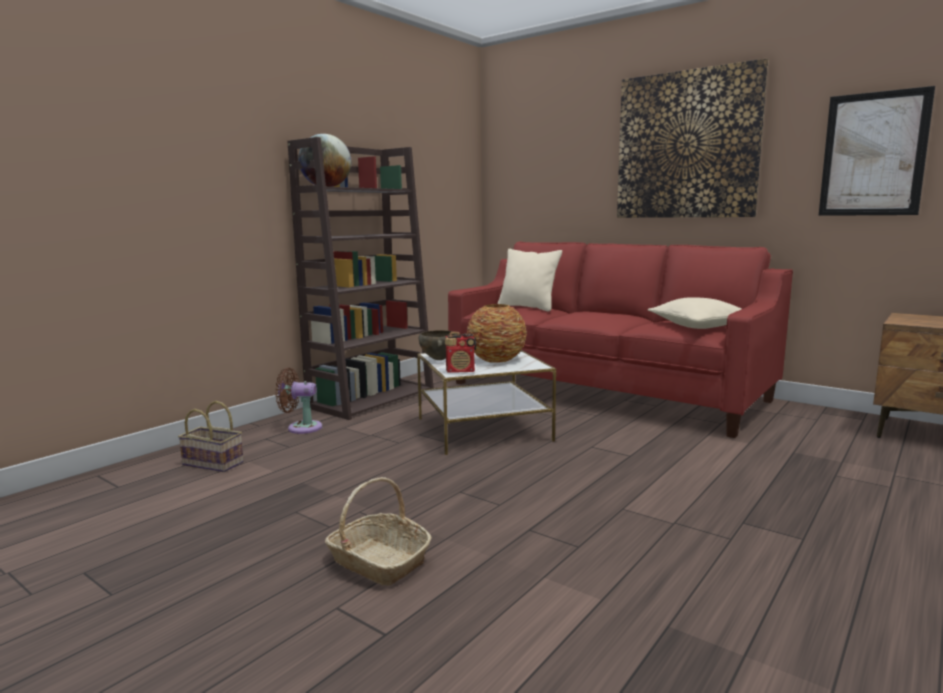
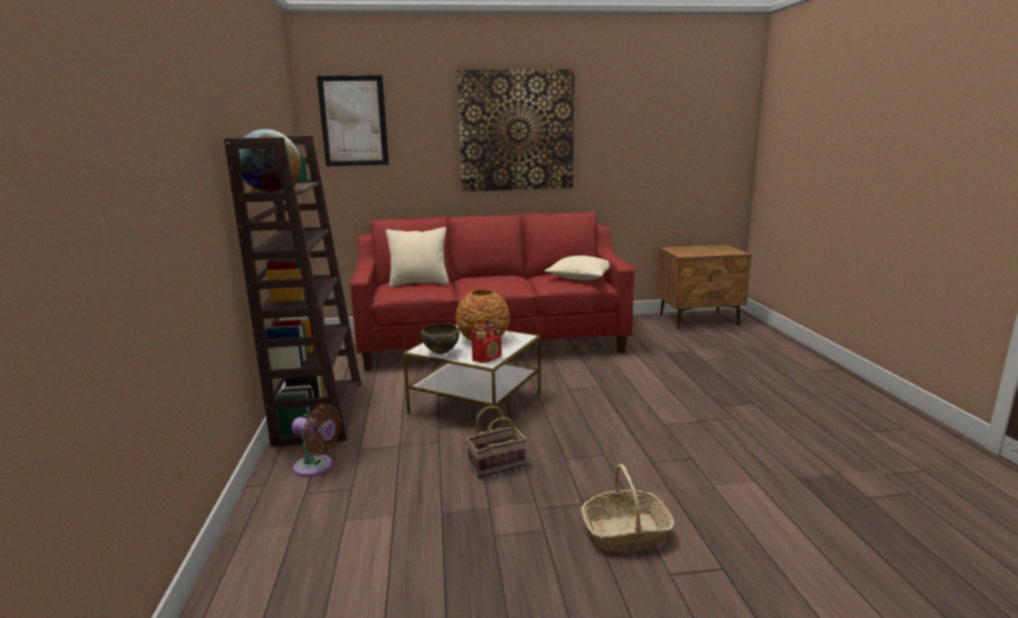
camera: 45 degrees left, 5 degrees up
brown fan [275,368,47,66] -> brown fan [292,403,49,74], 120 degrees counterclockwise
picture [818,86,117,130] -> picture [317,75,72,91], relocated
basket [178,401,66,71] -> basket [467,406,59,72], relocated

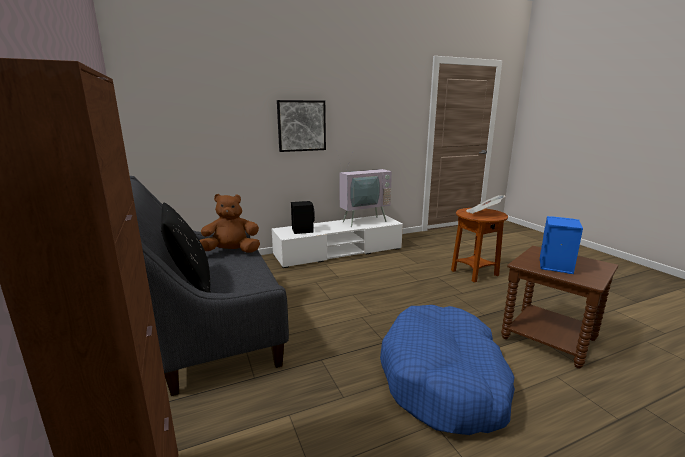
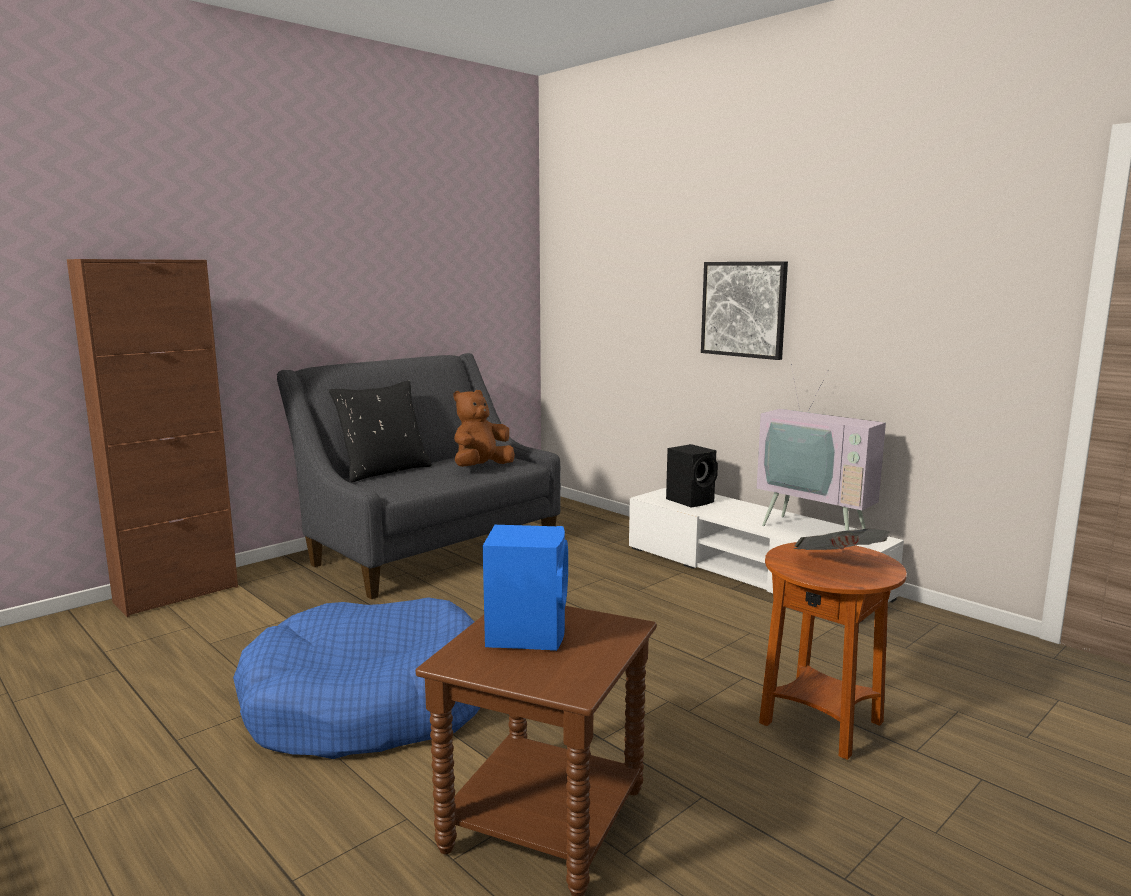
camera: 70 degrees right, 5 degrees down
brown plush toy [199,194,61,59] -> brown plush toy [454,390,61,77], 105 degrees counterclockwise

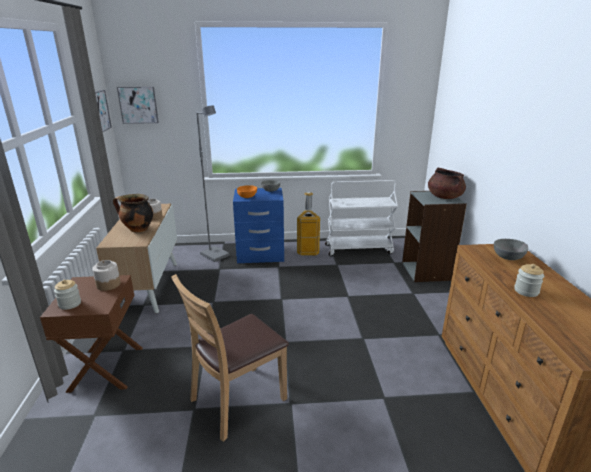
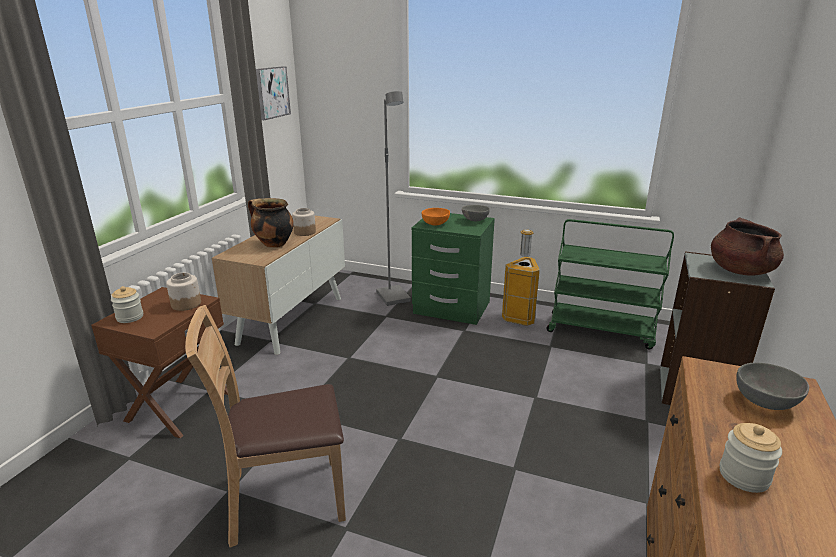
camera: 25 degrees right, 0 degrees up
blue nightstand [233,188,51,75] -> green nightstand [412,213,83,112]
white cart [325,180,73,76] -> green cart [547,219,127,130]
picture [117,87,42,37] -> none

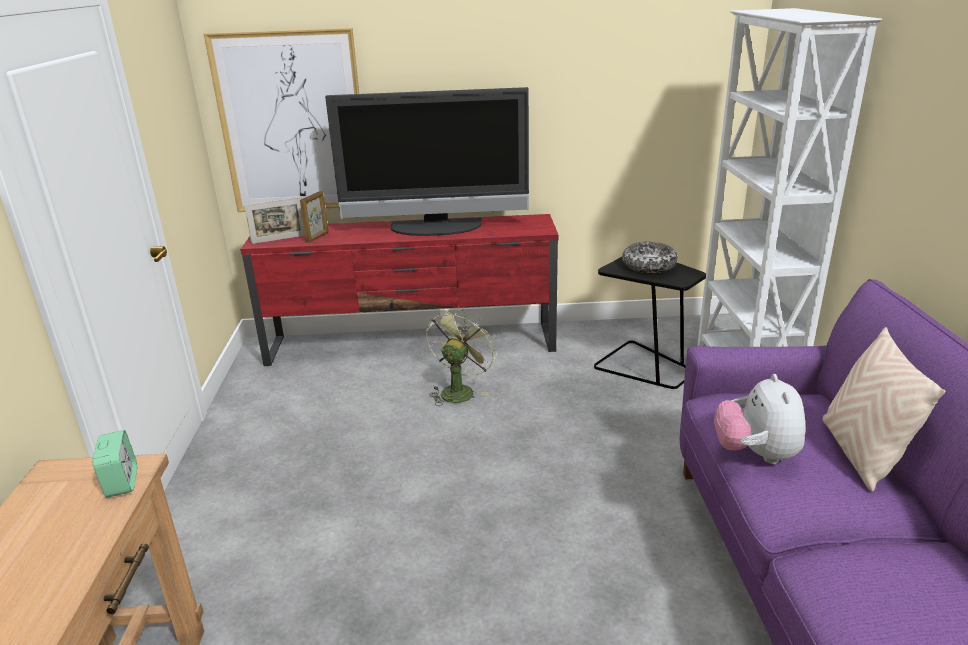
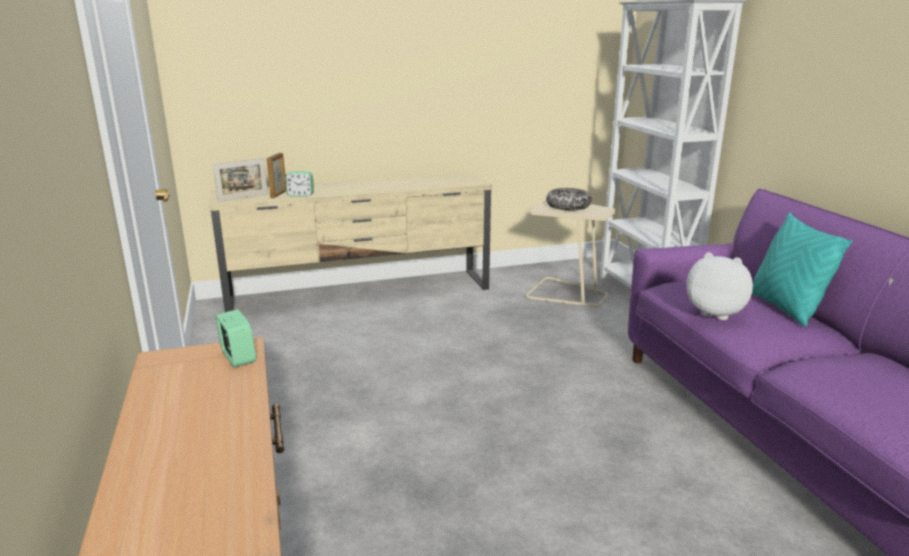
camera: 15 degrees left, 5 degrees down
red tv stand [240,214,319,152] -> beige tv stand [209,173,283,139]
none -> alarm clock [285,171,29,26]
black side table [594,257,112,132] -> beige side table [526,200,90,107]
plush toy [714,374,91,90] -> plush toy [686,252,67,68], 135 degrees clockwise
beige pillow [823,327,122,165] -> turquoise pillow [752,212,101,115]
picture [204,28,155,184] -> none
television [325,87,204,149] -> none
green fan [426,308,72,98] -> none

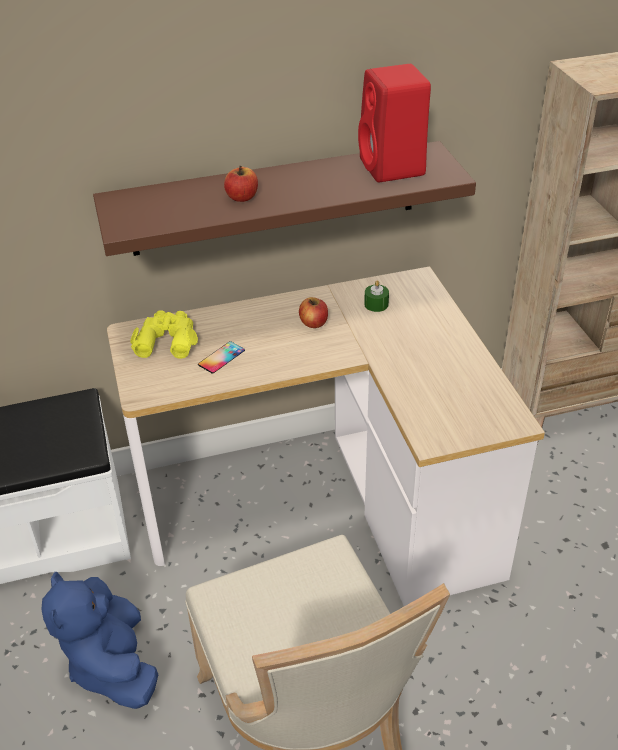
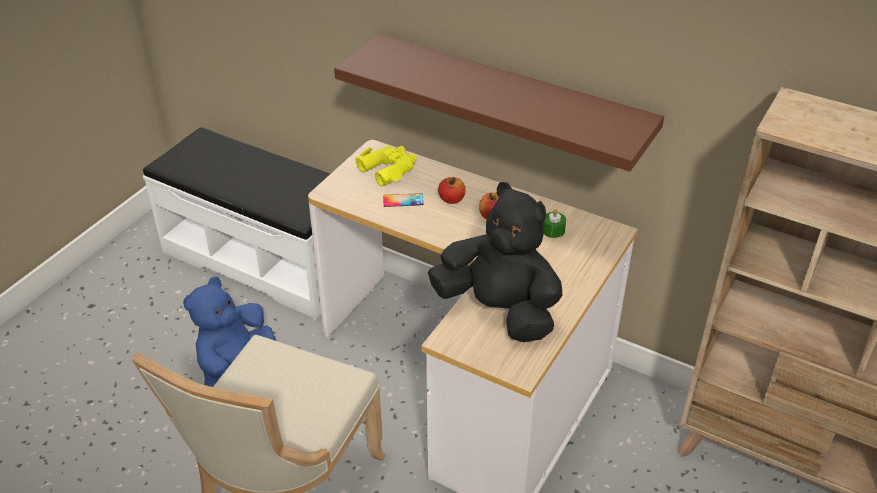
camera: 45 degrees right, 0 degrees up
none -> black plush toy [428,182,134,160]
apple [224,166,34,36] -> apple [438,177,28,27], relocated
red speaker [358,64,73,118] -> none

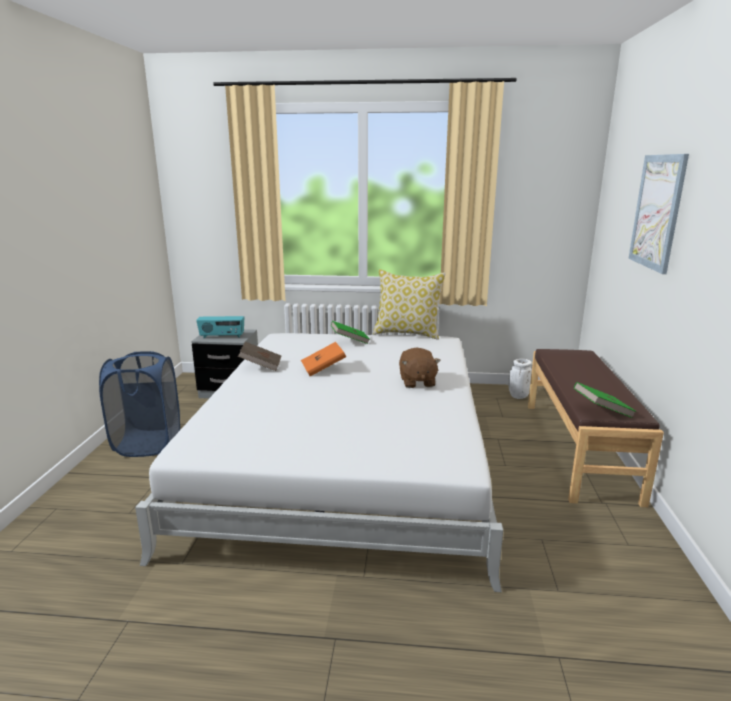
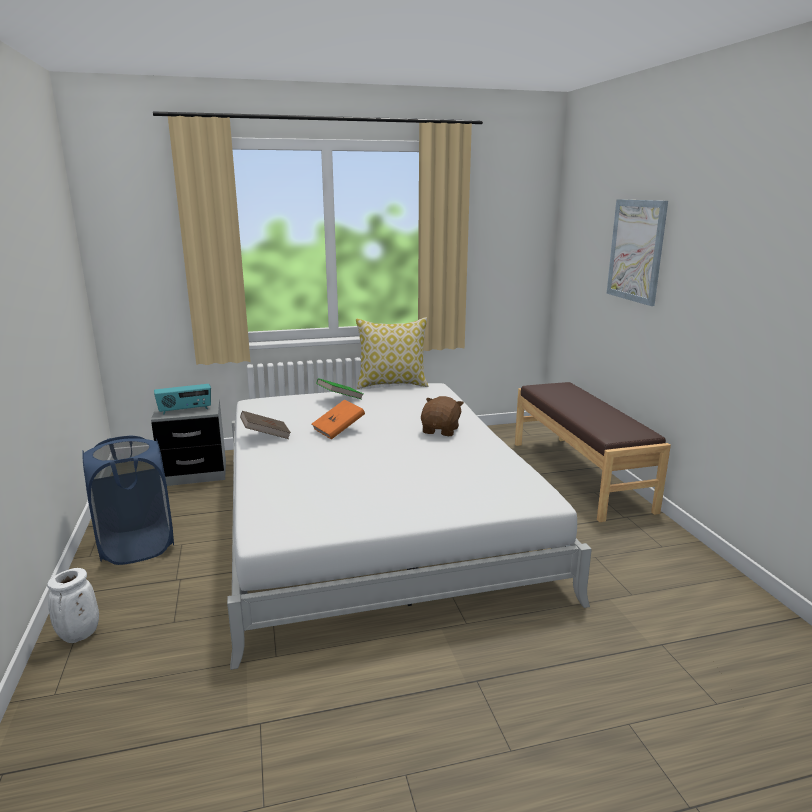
camera: 20 degrees left, 0 degrees up
white vase [508,359,24,40] -> white vase [47,568,52,75], relocated
brown plush toy [399,347,42,41] -> brown plush toy [421,396,43,40], 135 degrees counterclockwise
green book [574,382,63,36] -> none

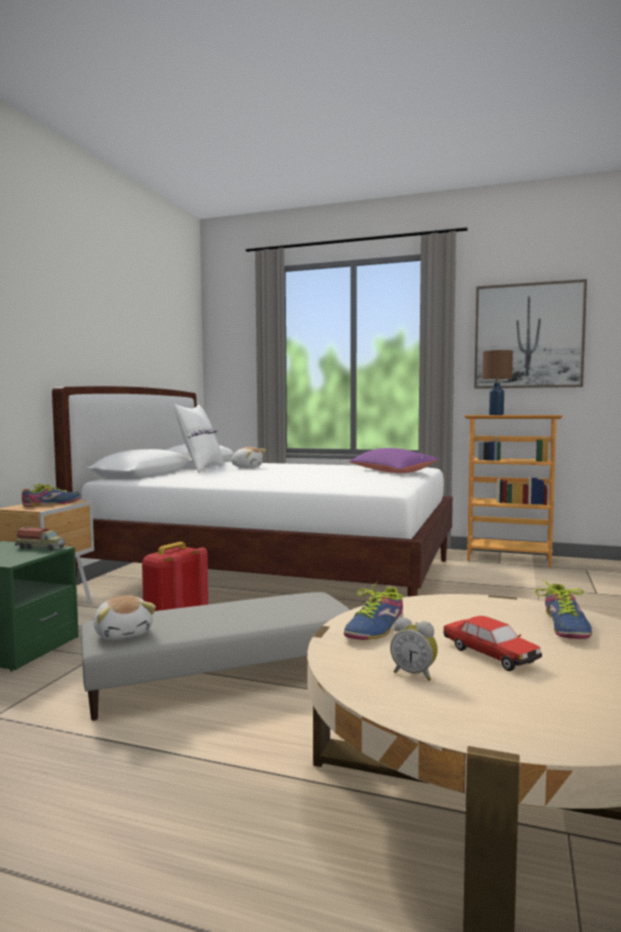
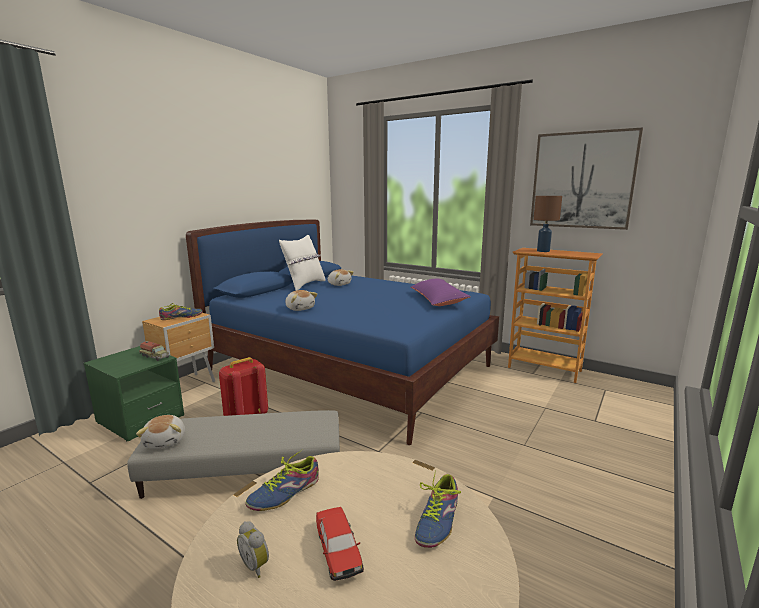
camera: 15 degrees right, 10 degrees up
white bed [52,386,401,211] -> blue bed [186,219,313,226]
none -> plush toy [285,290,32,21]

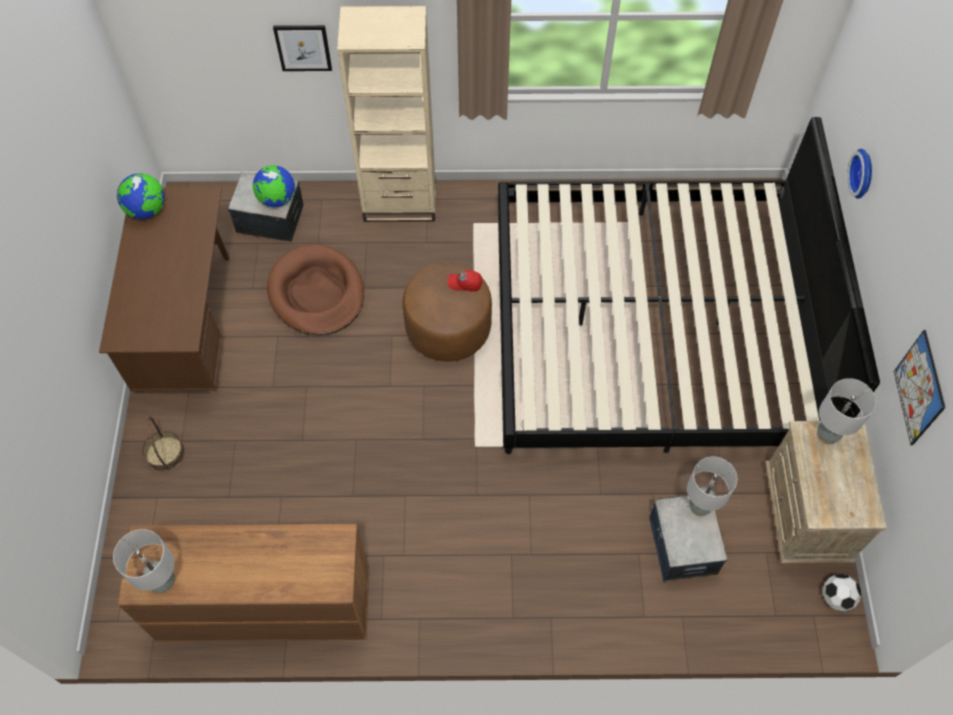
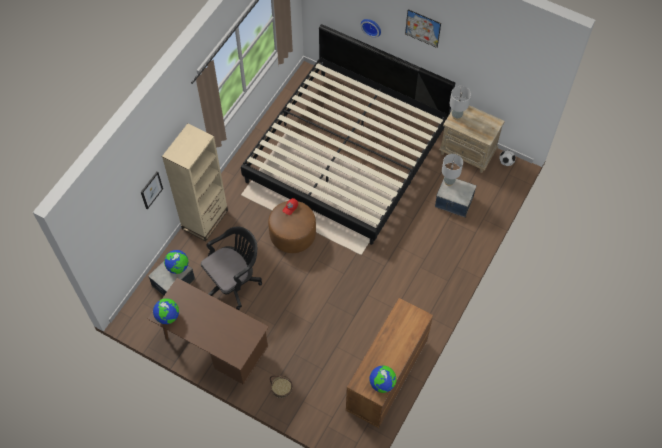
camera: 60 degrees left, 0 degrees up
brown dog bed [267,244,97,91] -> black office chair [201,227,61,83]
grey table lamp [113,529,62,64] -> globe [369,366,27,27]
picture [894,330,52,115] -> picture [405,9,36,39], relocated

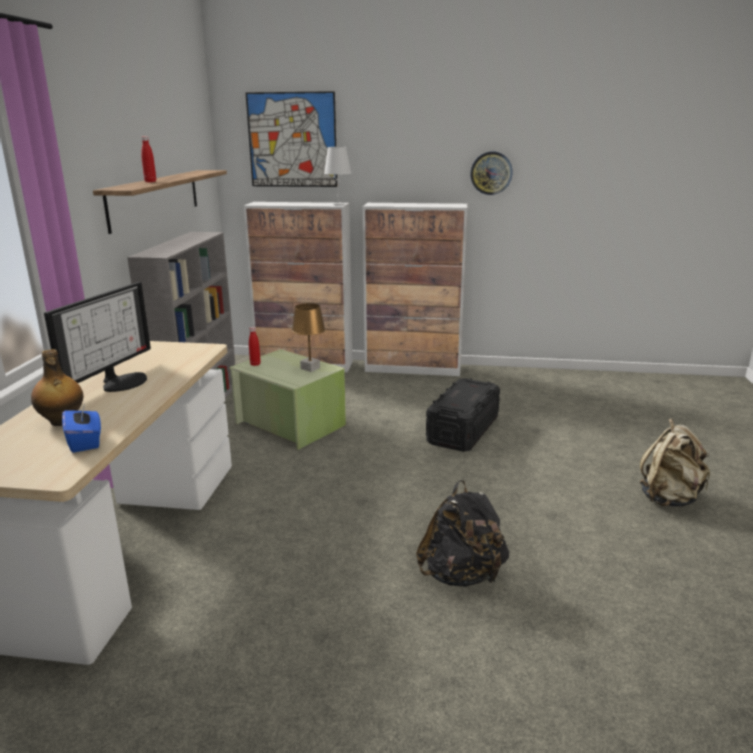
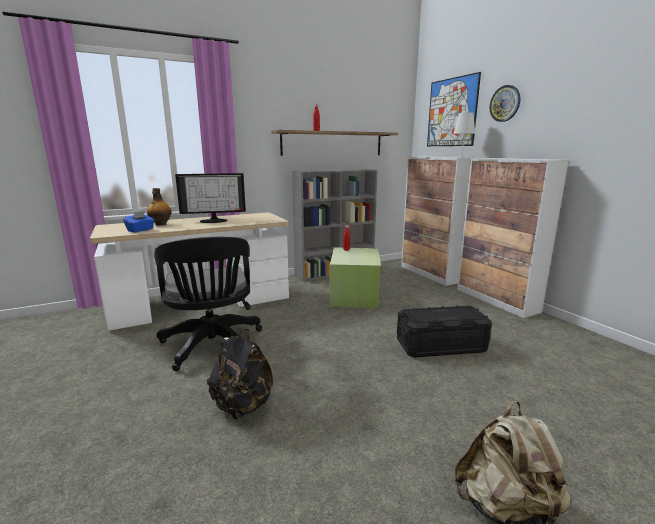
camera: 55 degrees right, 5 degrees down
none -> black office chair [154,237,108,134]
wall clock [470,152,43,43] -> wall clock [490,85,31,37], relocated
brown table lamp [292,303,33,69] -> none

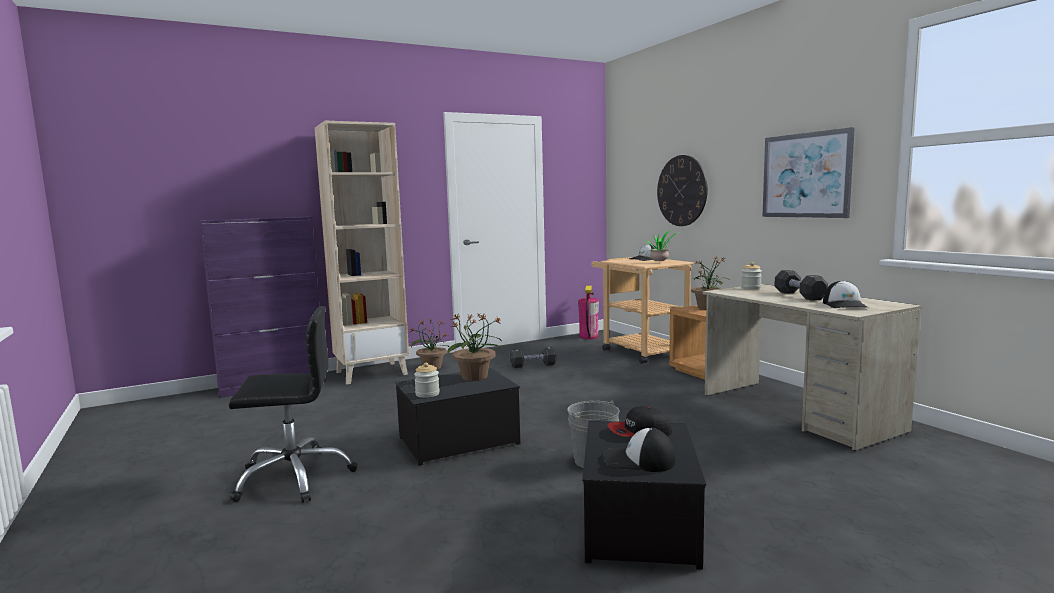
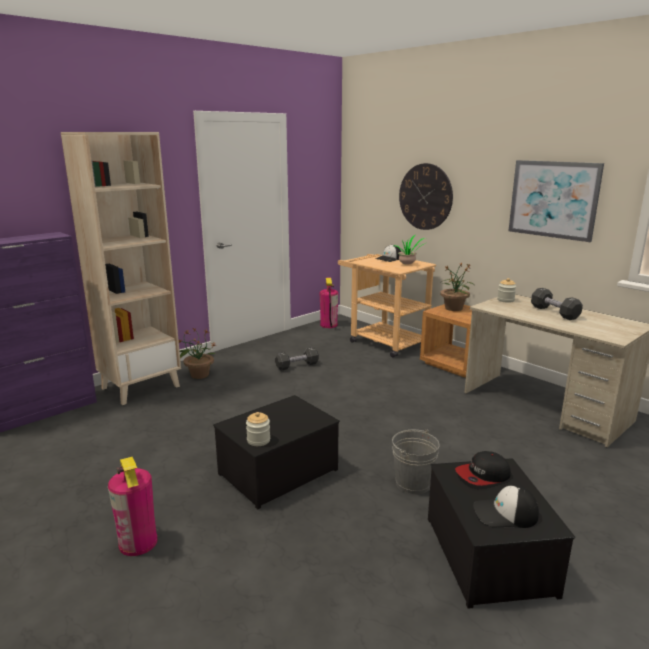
camera: 15 degrees left, 10 degrees up
black office chair [229,306,128,197] -> fire extinguisher [108,457,50,99]
potted plant [447,313,55,68] -> none
cap [823,280,46,28] -> none

